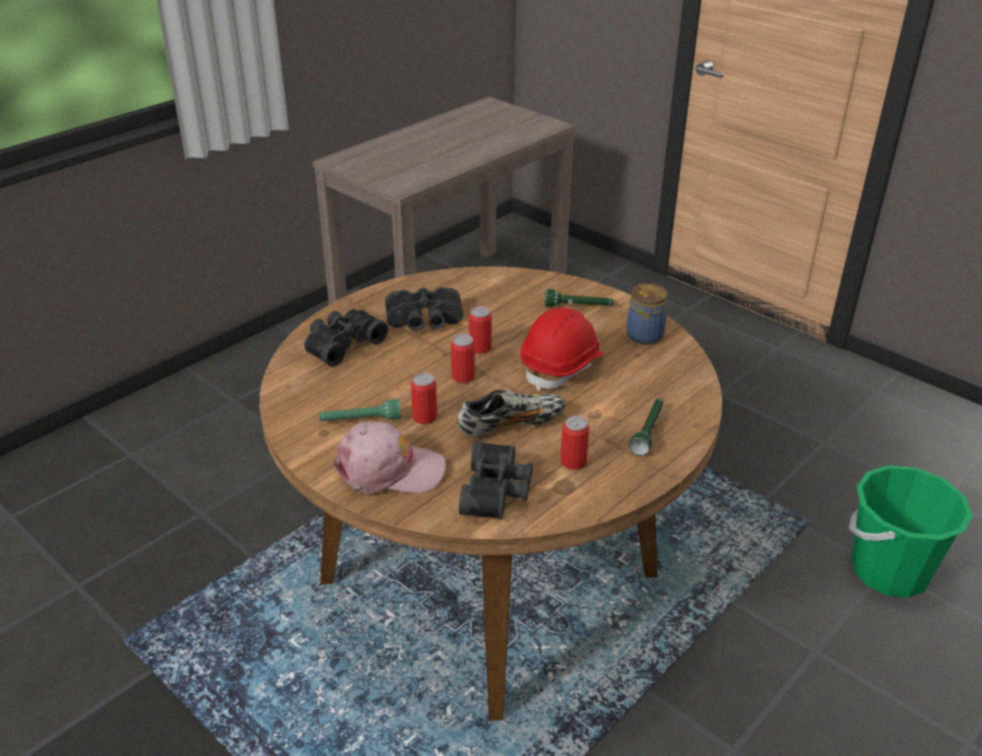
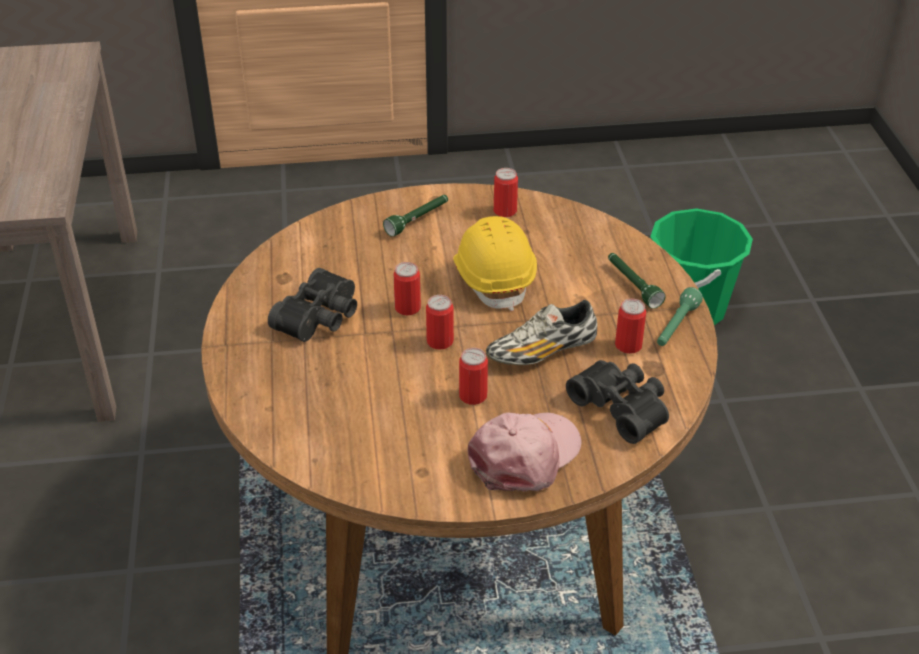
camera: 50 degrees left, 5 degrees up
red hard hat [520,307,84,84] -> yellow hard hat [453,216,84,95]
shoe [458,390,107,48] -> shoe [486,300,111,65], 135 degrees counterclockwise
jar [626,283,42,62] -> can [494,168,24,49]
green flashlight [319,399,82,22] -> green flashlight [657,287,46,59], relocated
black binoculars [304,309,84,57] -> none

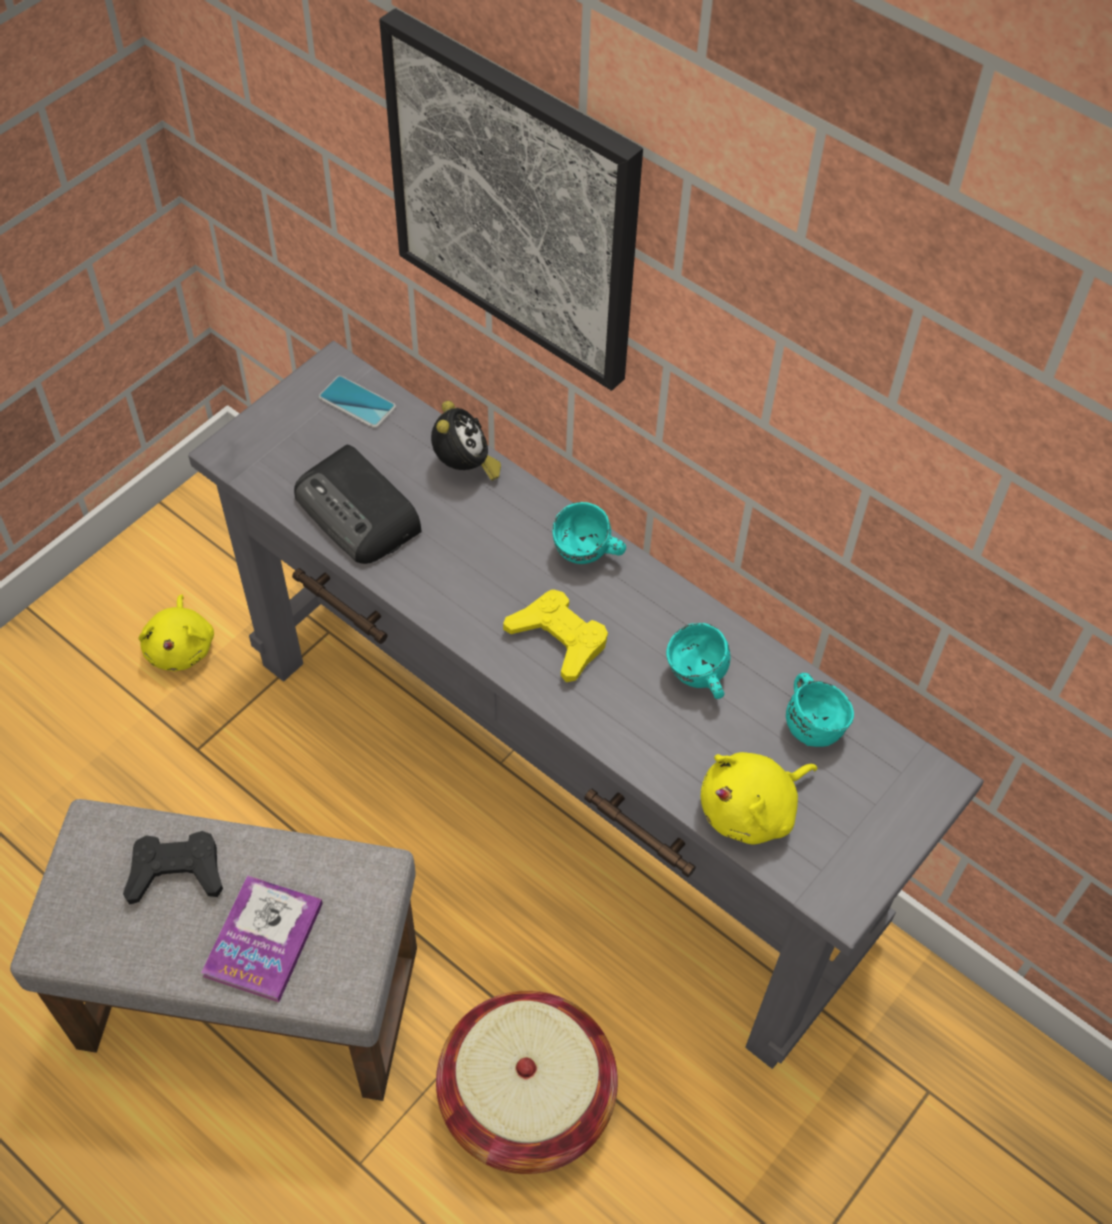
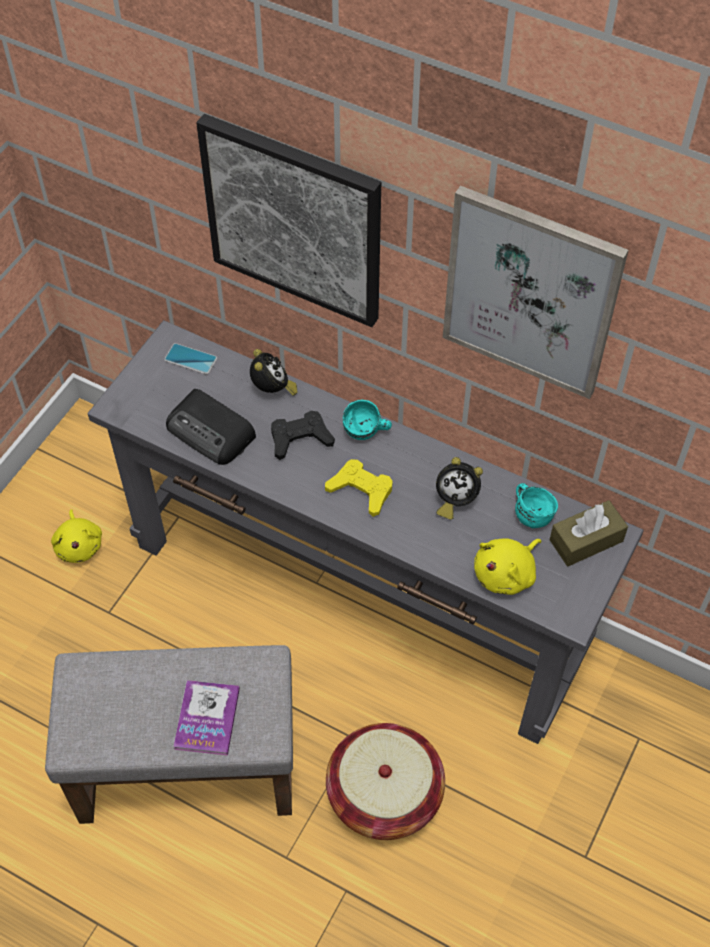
camera: 10 degrees left, 0 degrees up
black game controller [123,831,100,74] -> black game controller [271,411,64,49], relocated
turquoise mug [666,623,65,76] -> alarm clock [436,457,47,62]
none -> picture [443,186,185,213]
none -> brown tissue box [550,500,78,66]

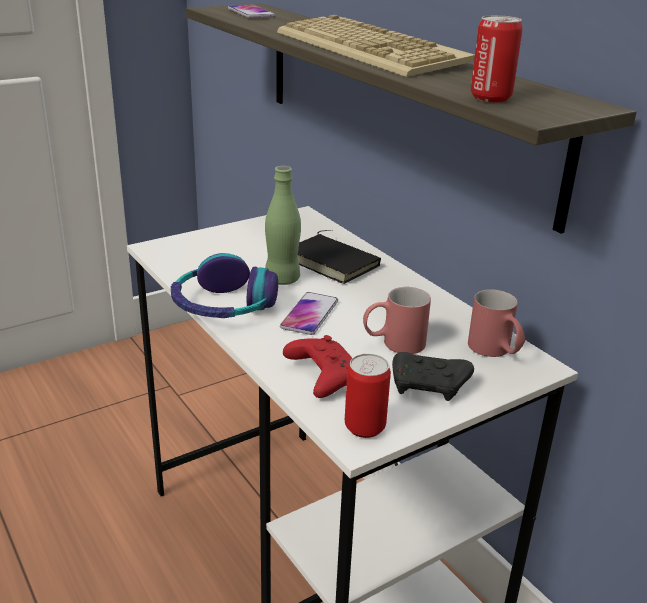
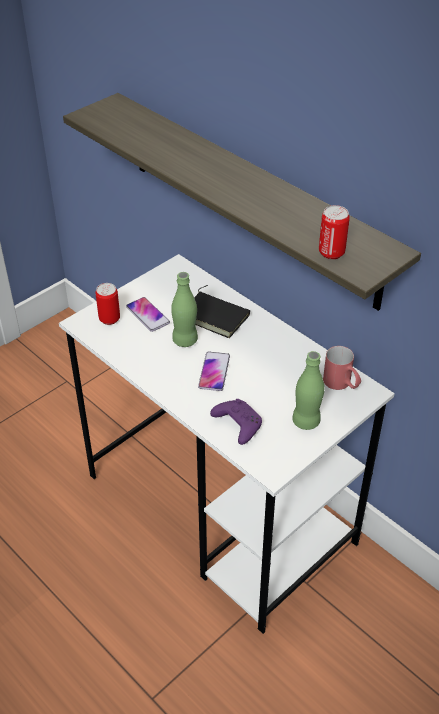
camera: 10 degrees left, 15 degrees up
can [345,354,46,84] -> can [96,283,24,42], relocated
phone [228,5,48,13] -> phone [126,297,44,35], relocated
red game controller [283,335,69,63] -> purple game controller [210,399,52,46]
black game controller [392,352,82,49] -> green bottle [292,351,32,79]
headphones [171,253,107,65] -> none
keyboard [277,15,198,62] -> none
red mug [363,287,68,67] -> none

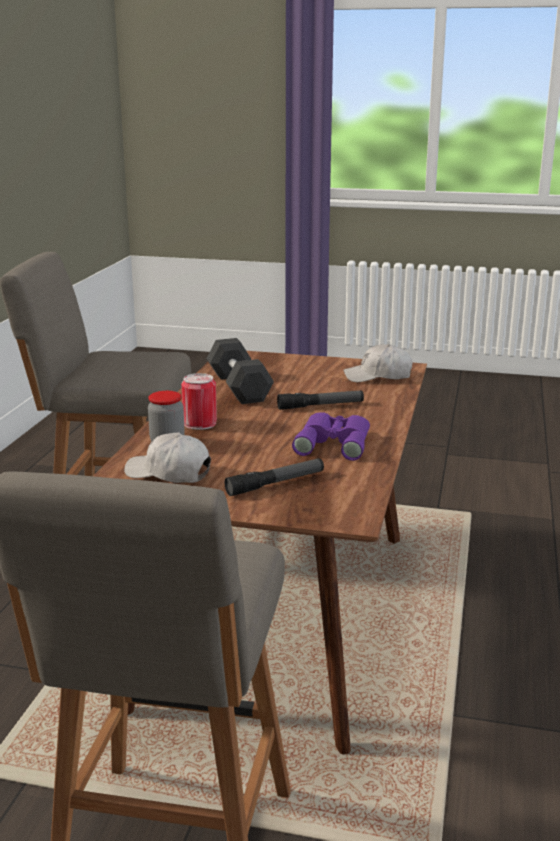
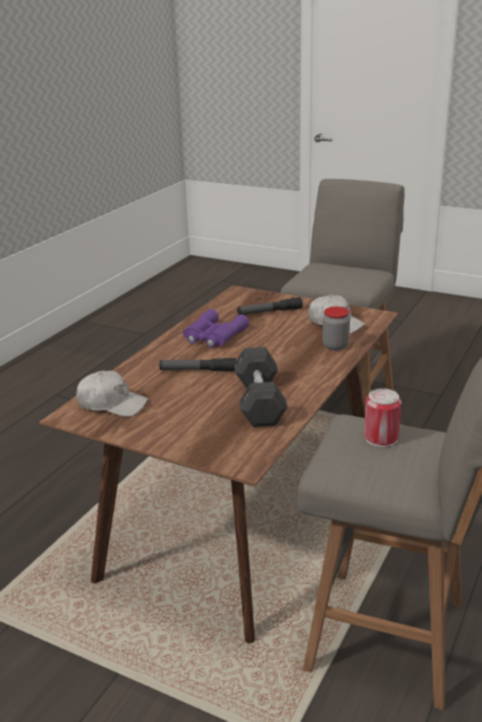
camera: 165 degrees left, 5 degrees up
can [181,373,36,57] -> can [364,388,37,59], relocated

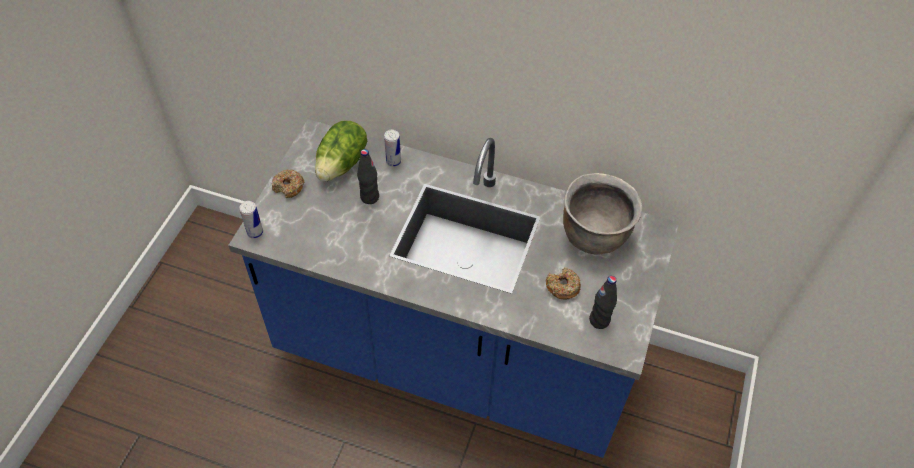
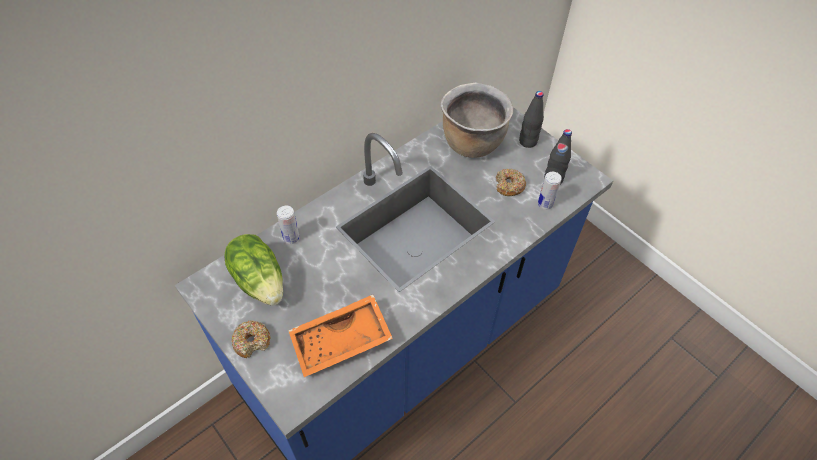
camera: 60 degrees left, 0 degrees up
none -> orange tray [288,294,105,83]
black bottle [357,149,22,55] -> black bottle [519,91,25,57], relocated
can [239,201,24,38] -> can [538,172,24,38], relocated

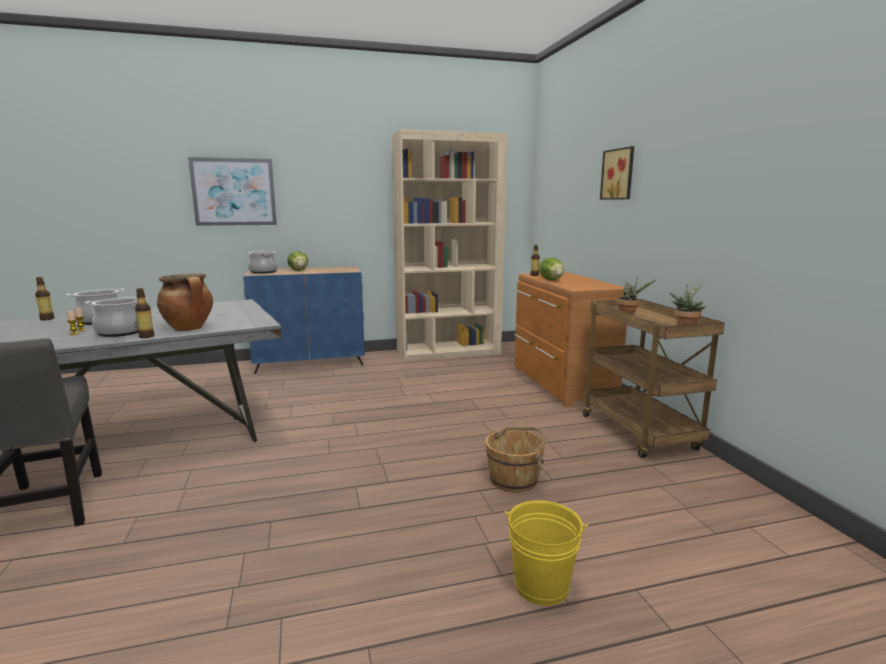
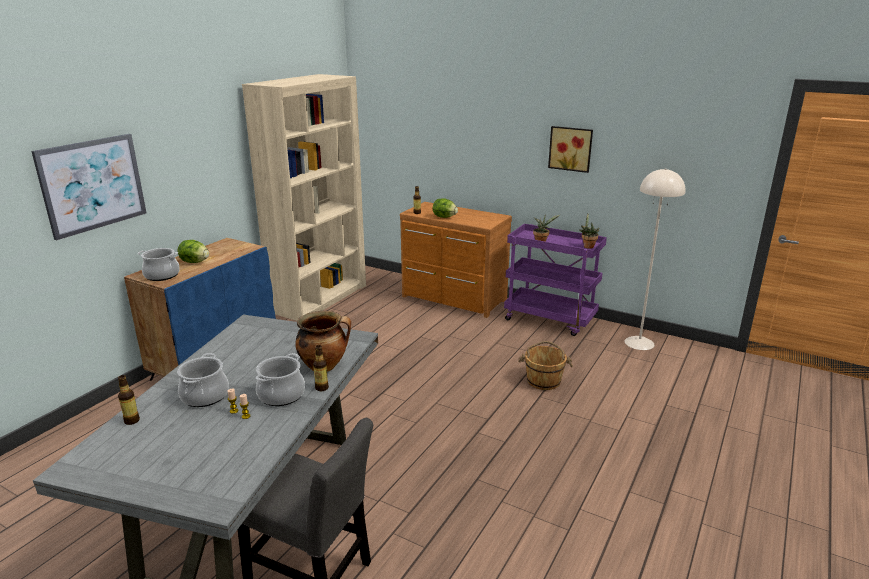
camera: 45 degrees left, 10 degrees up
brown cart [583,299,142,159] -> purple cart [504,224,103,112]
picture [600,146,34,54] -> picture [548,126,45,47], relocated
none -> beige floor lamp [625,168,61,182]
yellow bucket [505,501,83,105] -> none

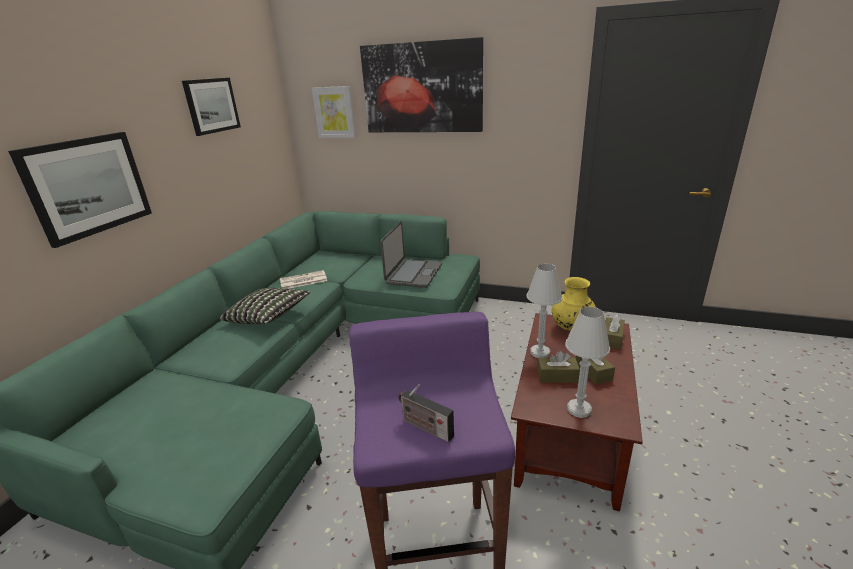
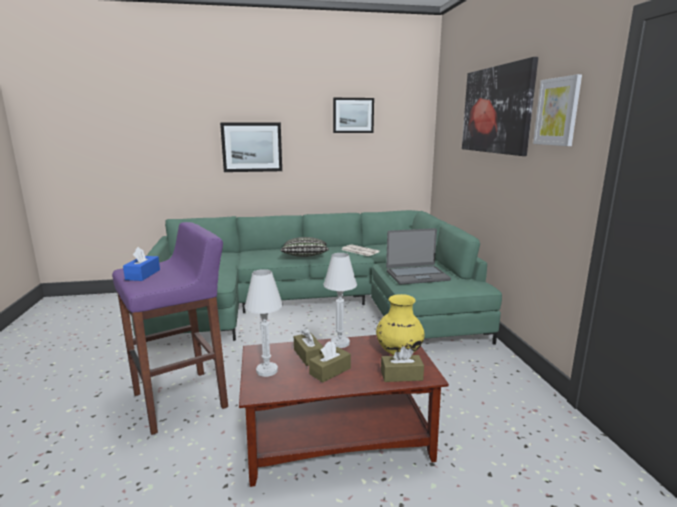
camera: 60 degrees right, 10 degrees down
radio [398,384,56,59] -> blue tissue box [123,247,37,34]
picture [312,86,44,52] -> picture [533,74,49,72], relocated

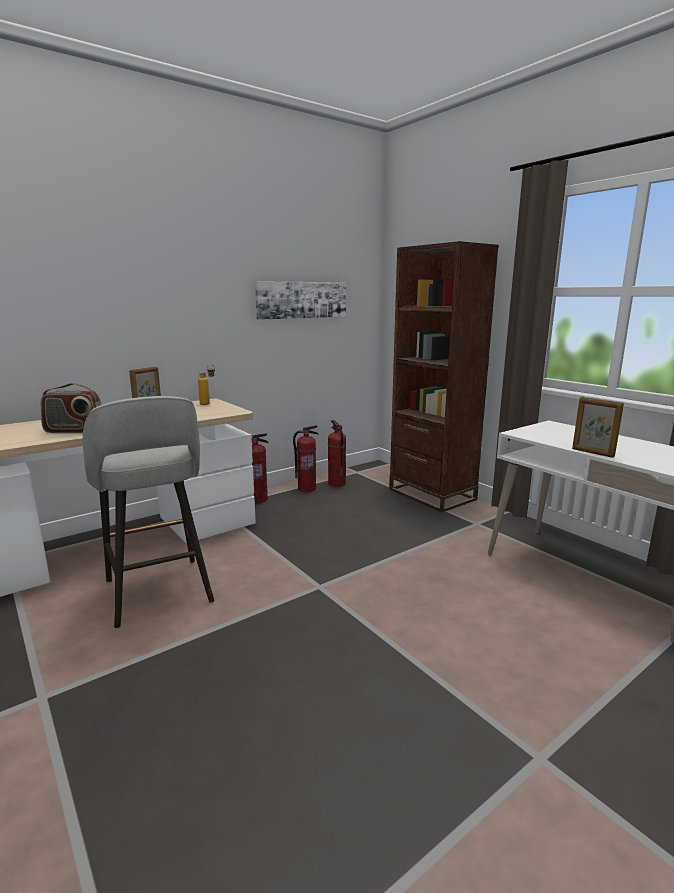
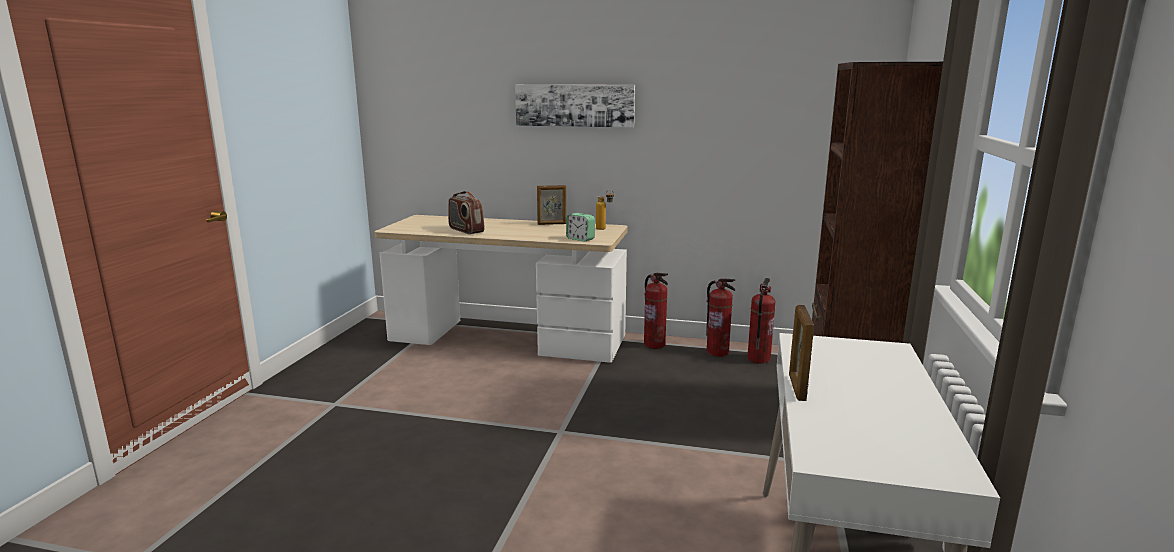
camera: 50 degrees right, 0 degrees up
picture [255,281,91,39] -> picture [515,84,120,44], relocated
none -> alarm clock [566,213,29,29]
grey stool [83,396,132,232] -> none

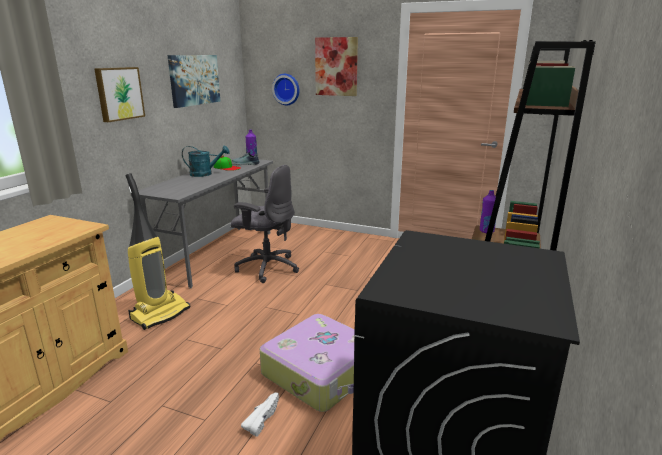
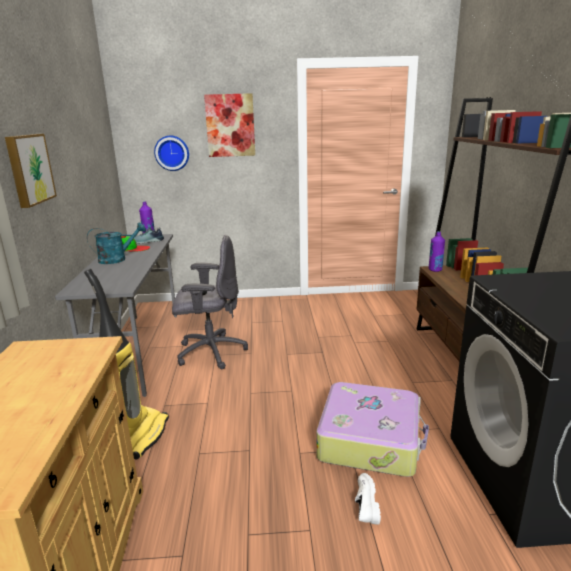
camera: 25 degrees left, 0 degrees up
picture [168,55,52,53] -> none

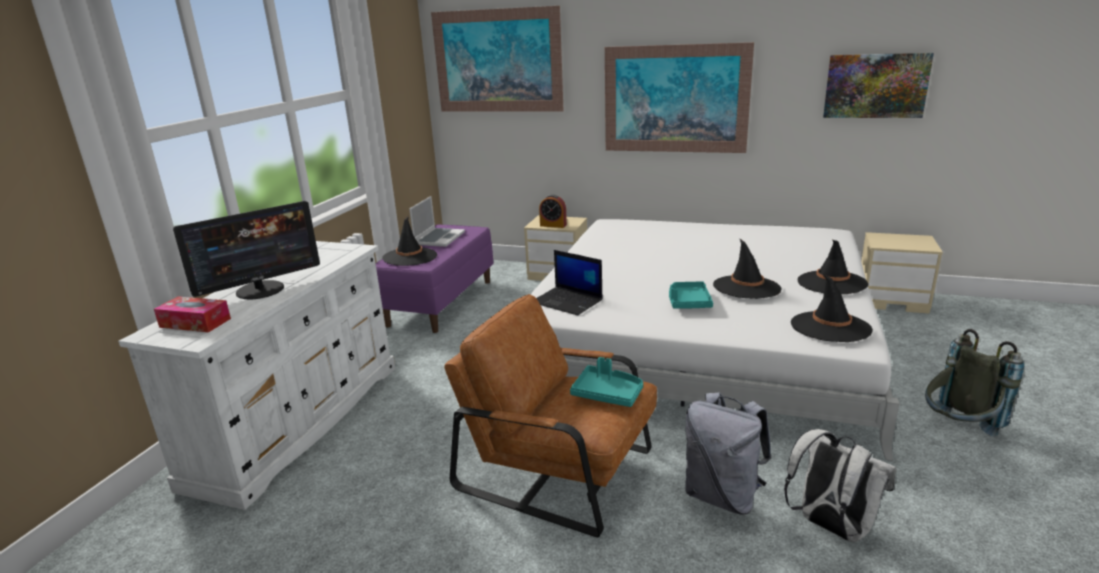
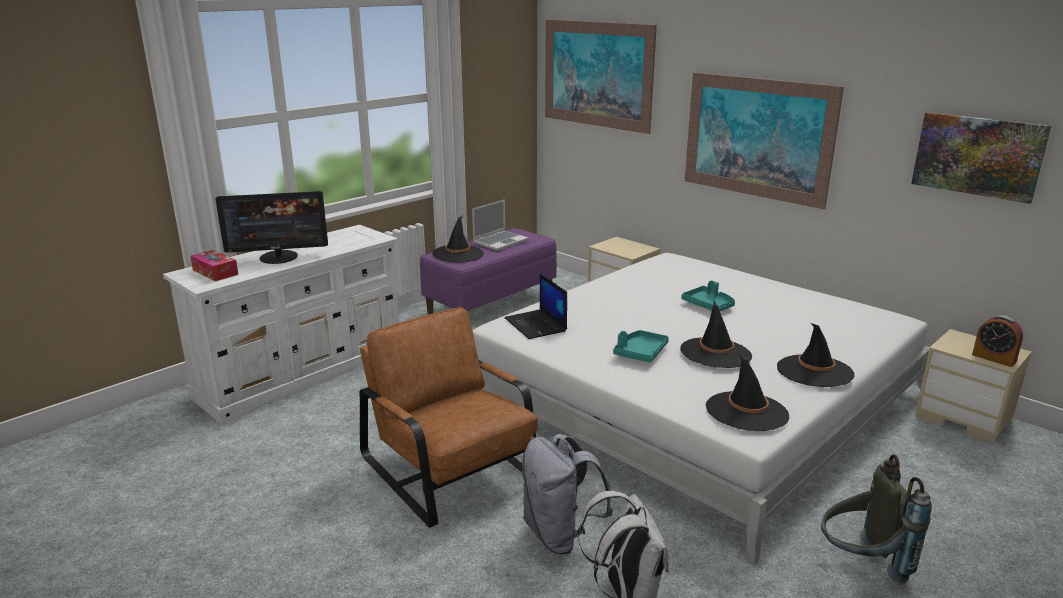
camera: 25 degrees right, 0 degrees up
turquoise tray [570,357,73,50] -> turquoise tray [681,280,54,31], relocated
alarm clock [539,194,28,34] -> alarm clock [972,315,51,52], relocated

